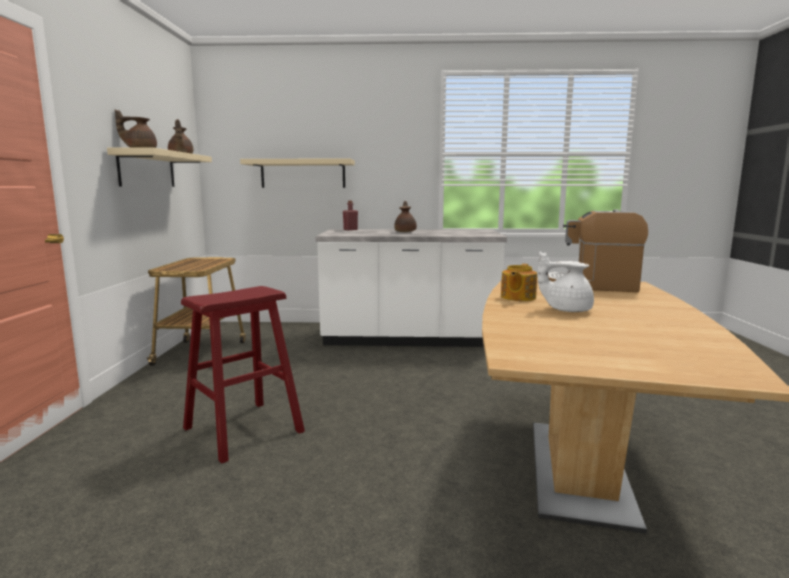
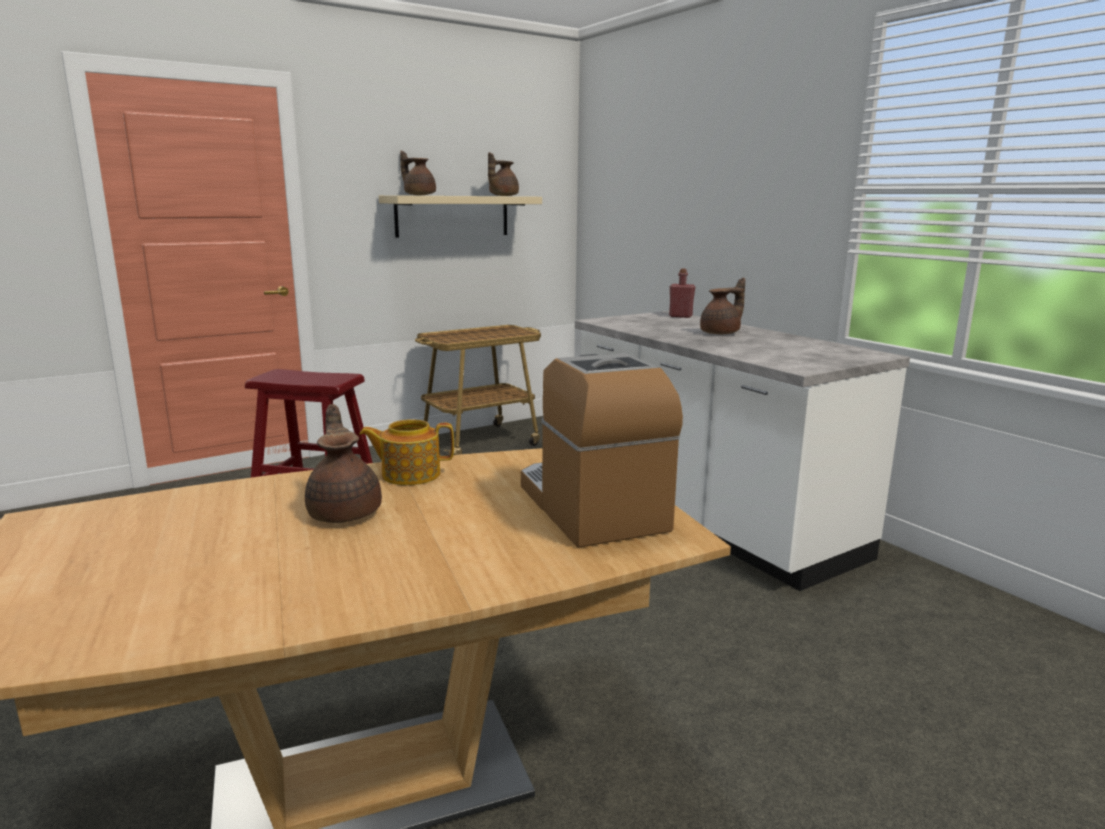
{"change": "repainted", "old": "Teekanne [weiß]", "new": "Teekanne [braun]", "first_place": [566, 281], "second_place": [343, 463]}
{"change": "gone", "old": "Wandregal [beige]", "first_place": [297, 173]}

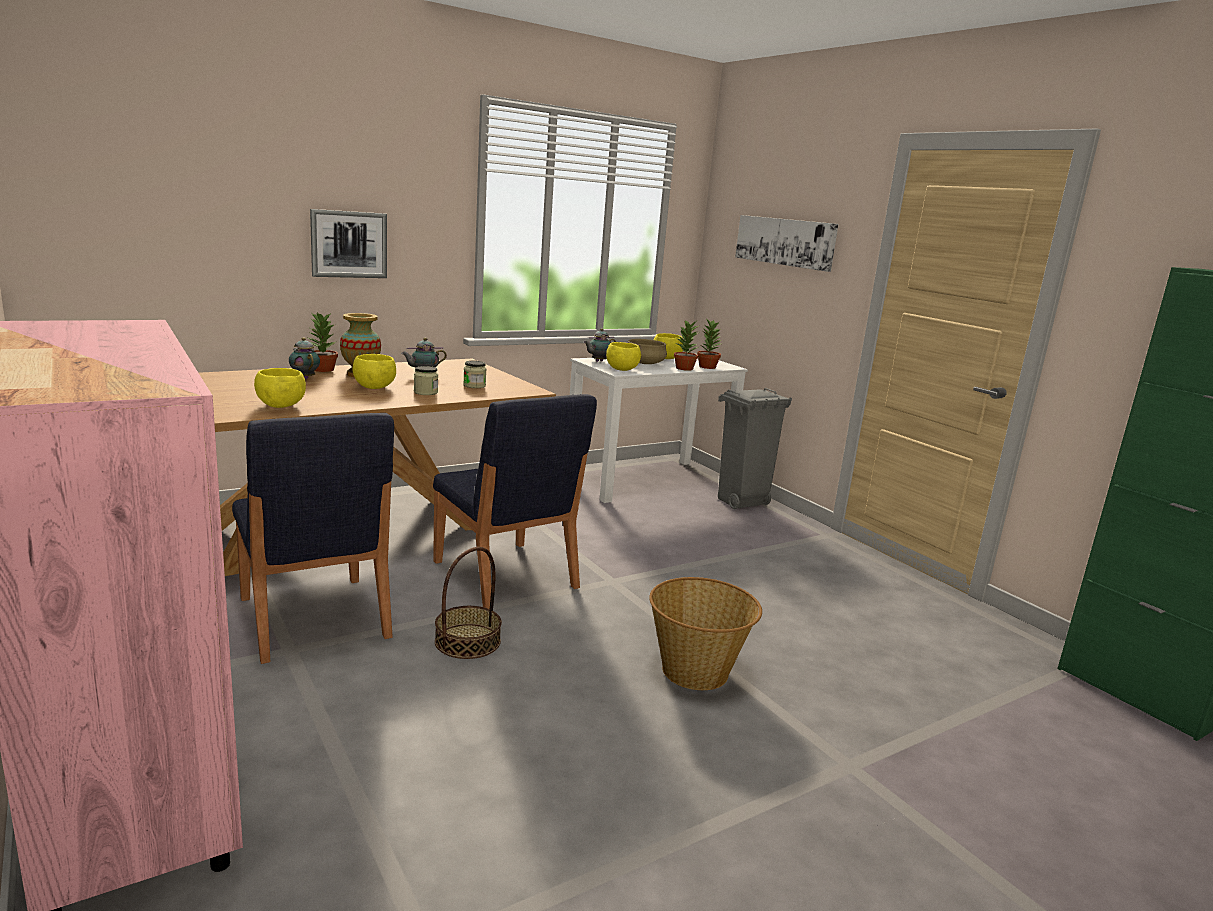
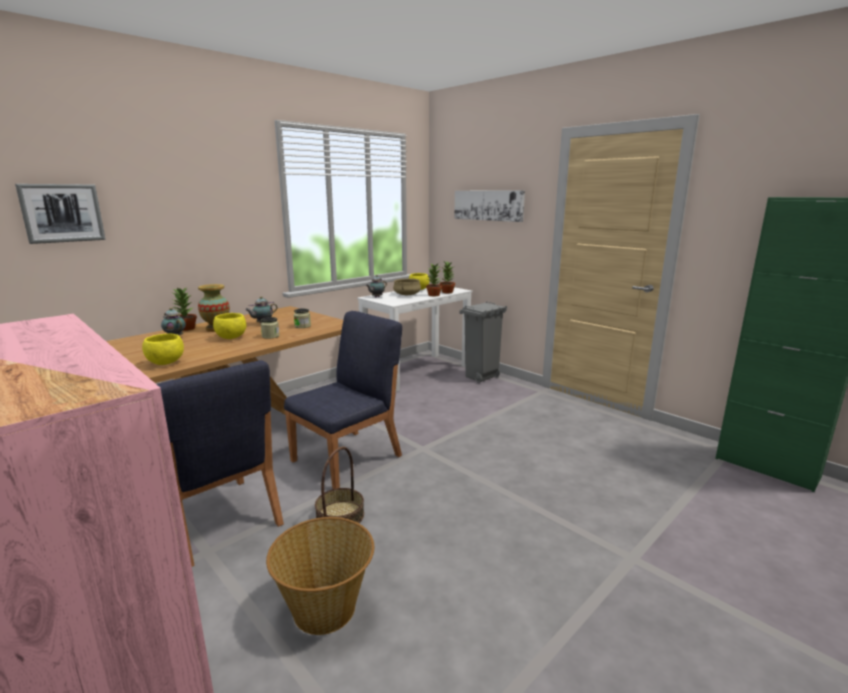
{"change": "shifted", "old": "Bild", "first_place": [348, 243], "second_place": [60, 214]}
{"change": "shifted", "old": "Korb", "first_place": [705, 633], "second_place": [320, 576]}
{"change": "rotated", "old": "Stuhl [blau]", "first_place": [515, 501], "second_place": [343, 400], "degrees": -90}
{"change": "gone", "old": "Schüssel [gelb]", "first_place": [623, 356]}

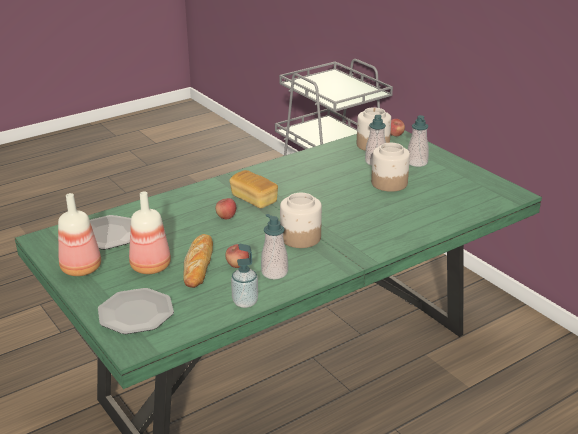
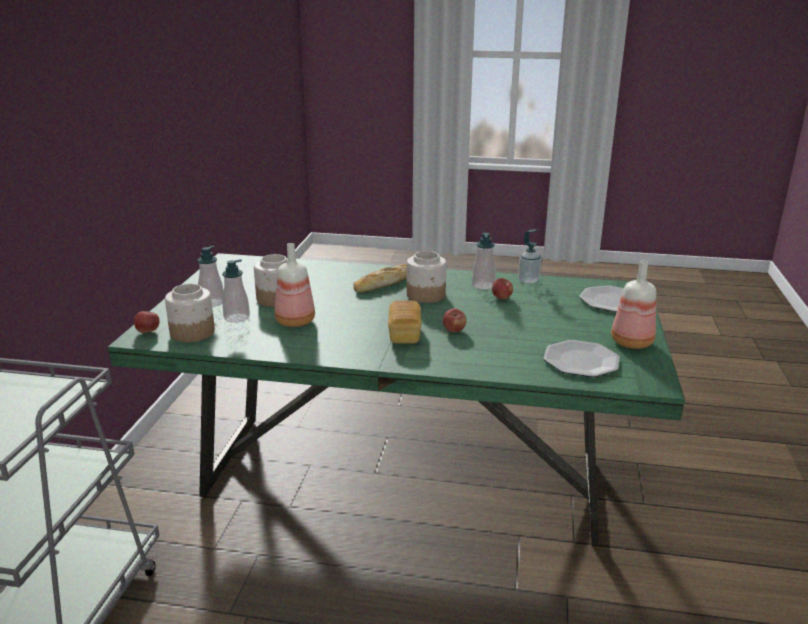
{"change": "shifted", "old": "Flasche", "first_place": [150, 233], "second_place": [295, 285]}
{"change": "shifted", "old": "Brot", "first_place": [198, 261], "second_place": [380, 278]}

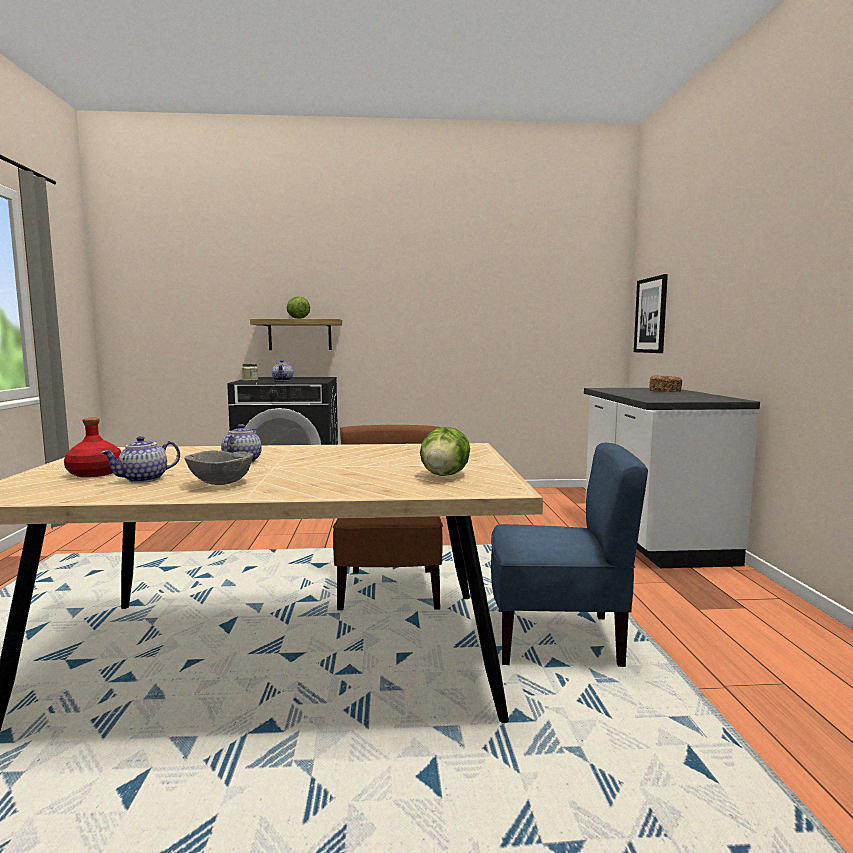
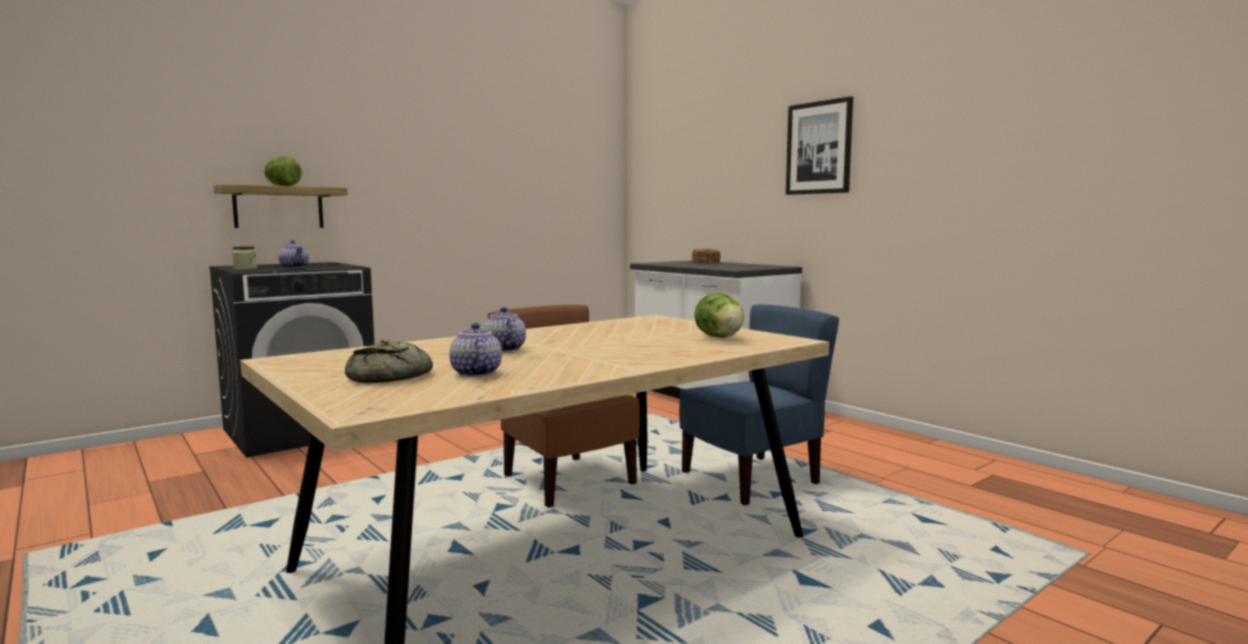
{"change": "swapped", "old": "Flasche [rot]", "new": "Brot", "first_place": [92, 447], "second_place": [389, 361]}
{"change": "rotated", "old": "Teekanne", "first_place": [140, 459], "second_place": [475, 350], "degrees": 150}
{"change": "shifted", "old": "Bild", "first_place": [651, 313], "second_place": [819, 145]}
{"change": "gone", "old": "Schüssel [grau]", "first_place": [219, 467]}

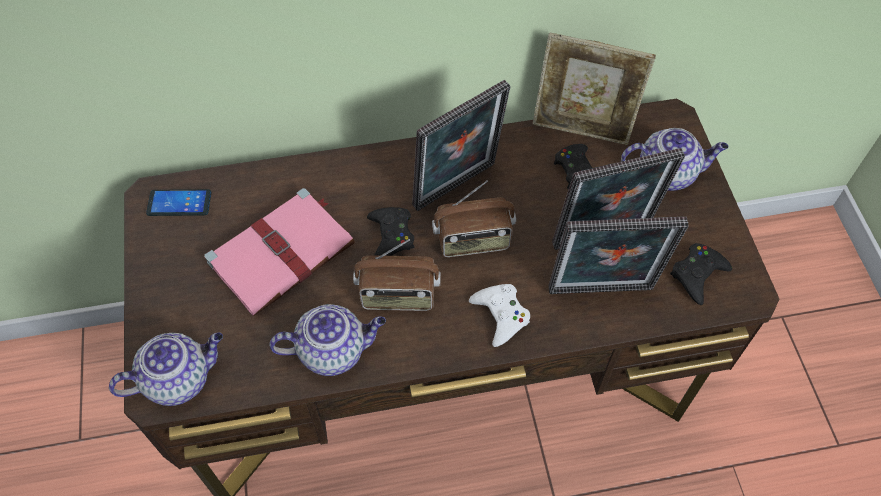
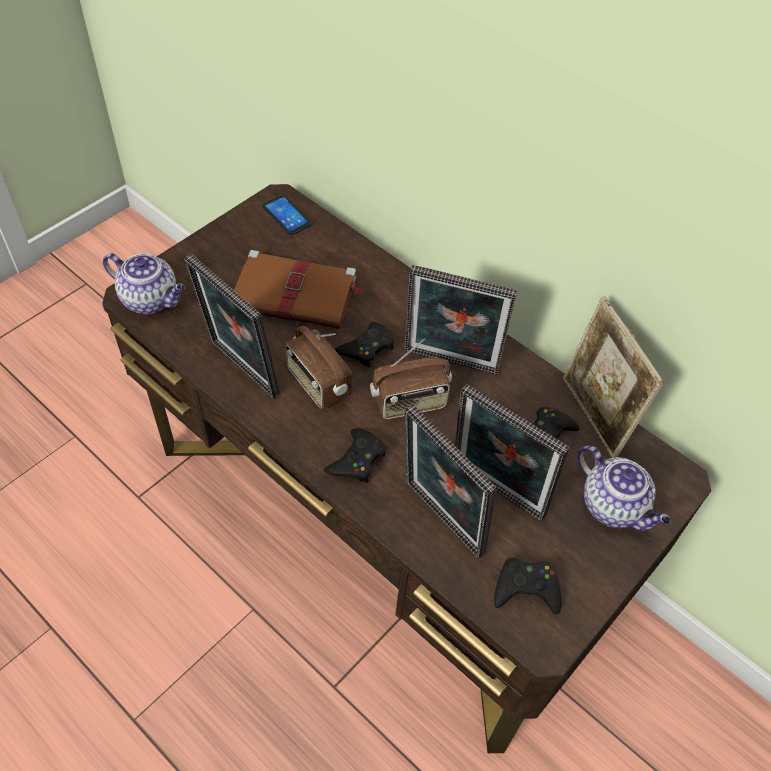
{"change": "swapped", "old": "Teekanne", "new": "Bilderrahmen", "first_place": [327, 340], "second_place": [232, 326]}
{"change": "repainted", "old": "Buch [rosa]", "new": "Buch [braun]", "first_place": [279, 252], "second_place": [298, 289]}
{"change": "repainted", "old": "Gamepad [weiß]", "new": "Gamepad [schwarz]", "first_place": [499, 315], "second_place": [355, 455]}
{"change": "rotated", "old": "Radio", "first_place": [474, 218], "second_place": [411, 379], "degrees": -60}

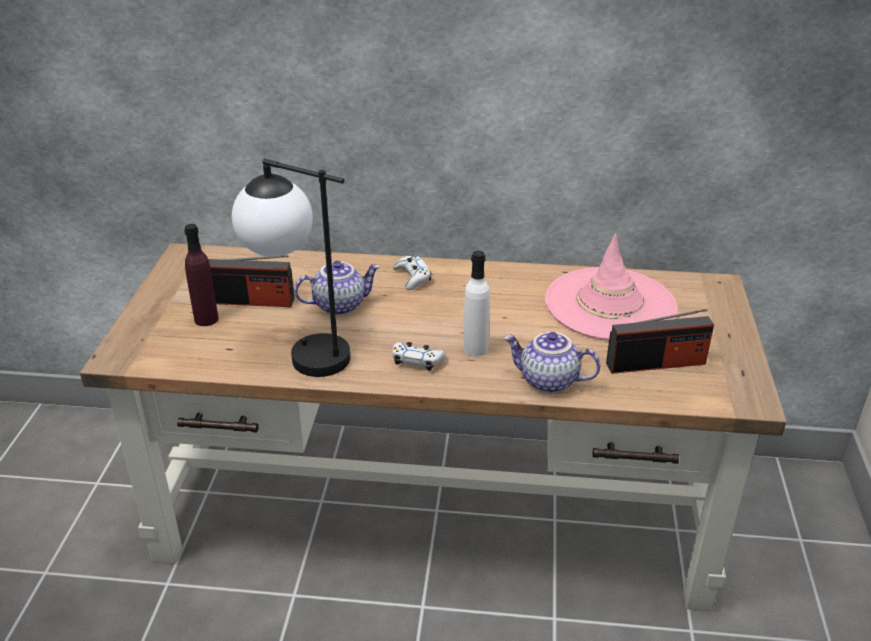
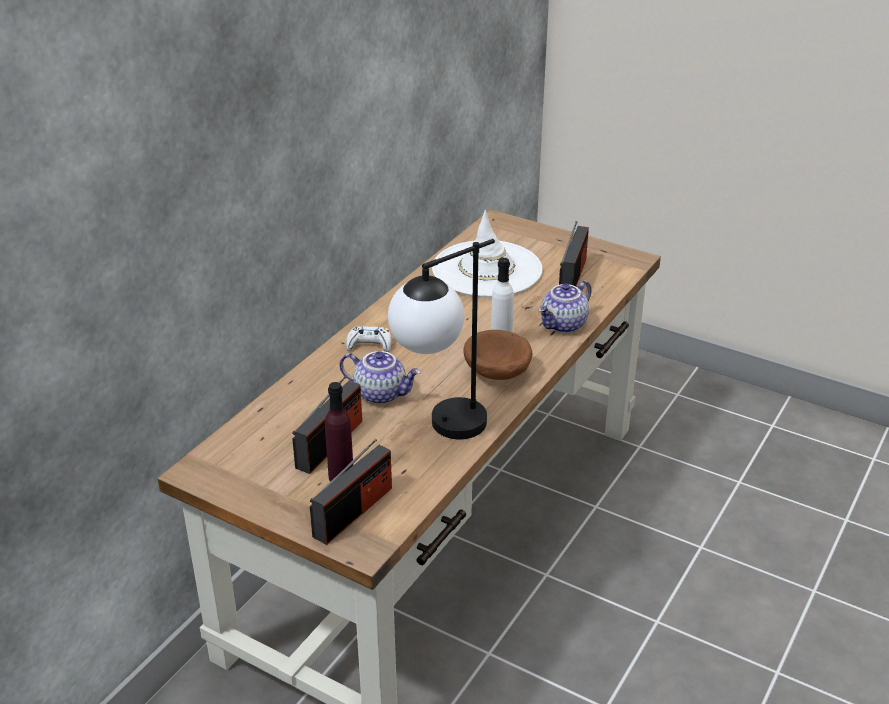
{"change": "new", "new": "Radio", "second_place": [351, 492]}
{"change": "rotated", "old": "Teekanne", "first_place": [337, 288], "second_place": [380, 377], "degrees": 105}
{"change": "repainted", "old": "Hut [rosa]", "new": "Hut [weiß]", "first_place": [611, 286], "second_place": [487, 253]}
{"change": "swapped", "old": "Gamepad [weiß]", "new": "Schüssel [braun]", "first_place": [419, 356], "second_place": [497, 355]}

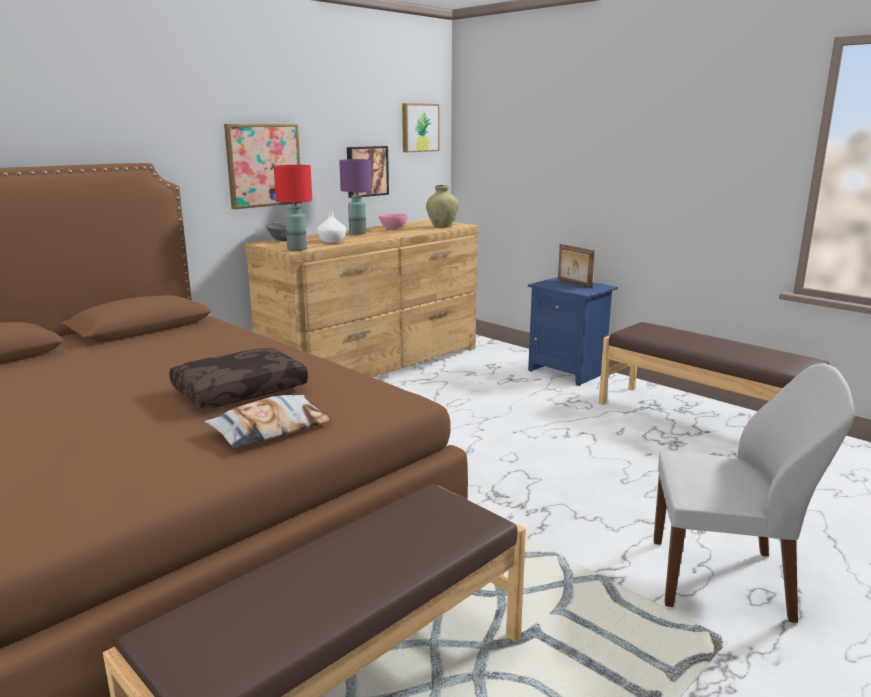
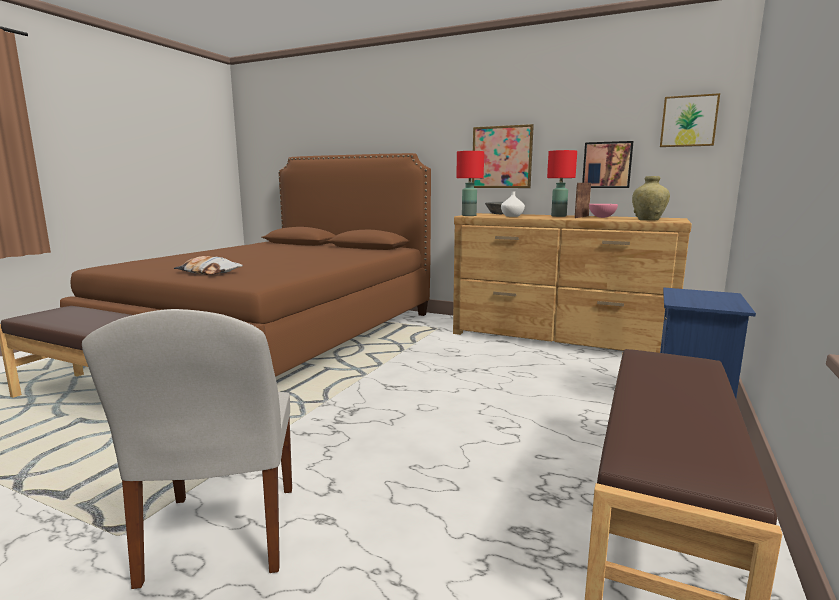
{"change": "repainted", "old": "Tischlampe [lila]", "new": "Tischlampe [rot]", "first_place": [355, 197], "second_place": [562, 183]}
{"change": "shifted", "old": "Bilderrahmen", "first_place": [576, 266], "second_place": [583, 200]}
{"change": "gone", "old": "Kissen [braun]", "first_place": [238, 378]}

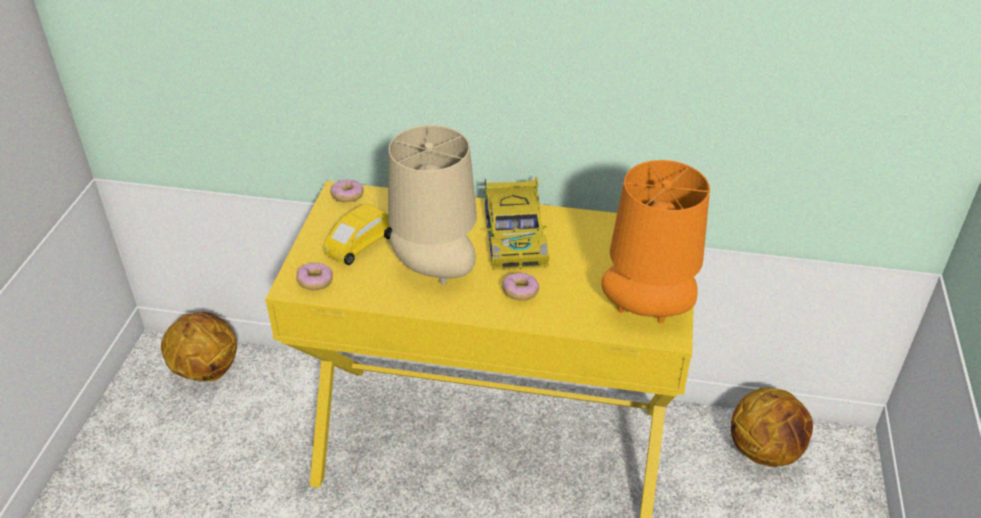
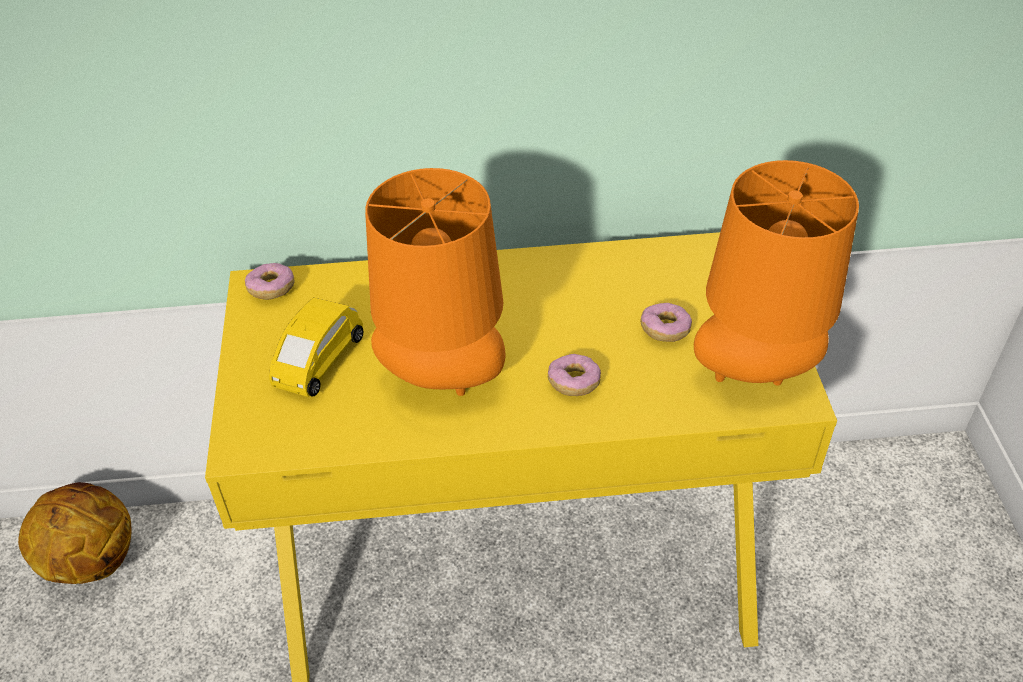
{"change": "repainted", "old": "Tischlampe [beige]", "new": "Tischlampe [orange]", "first_place": [432, 205], "second_place": [435, 282]}
{"change": "shifted", "old": "Donut", "first_place": [314, 276], "second_place": [666, 322]}
{"change": "gone", "old": "Spielzeugauto", "first_place": [517, 222]}
{"change": "gone", "old": "Basketball", "first_place": [772, 427]}

